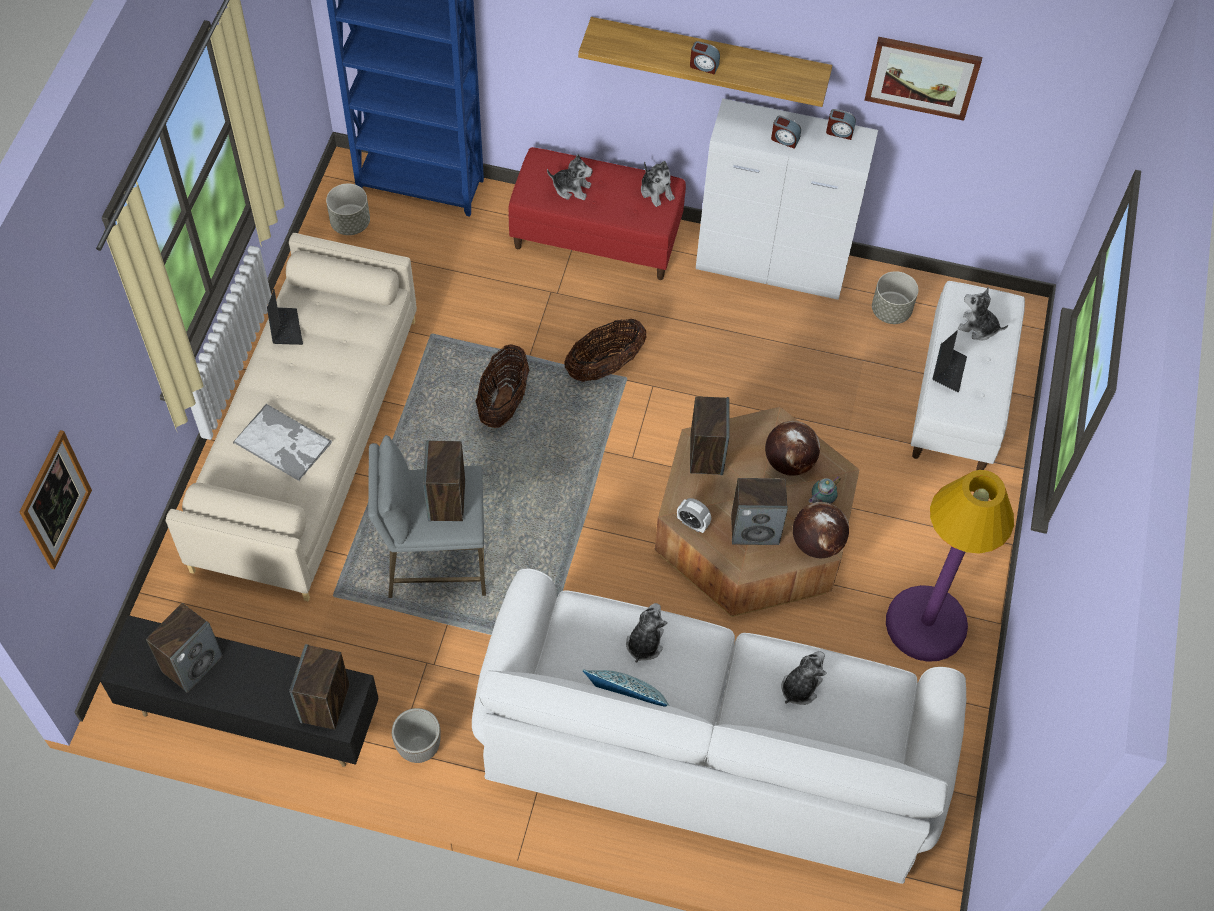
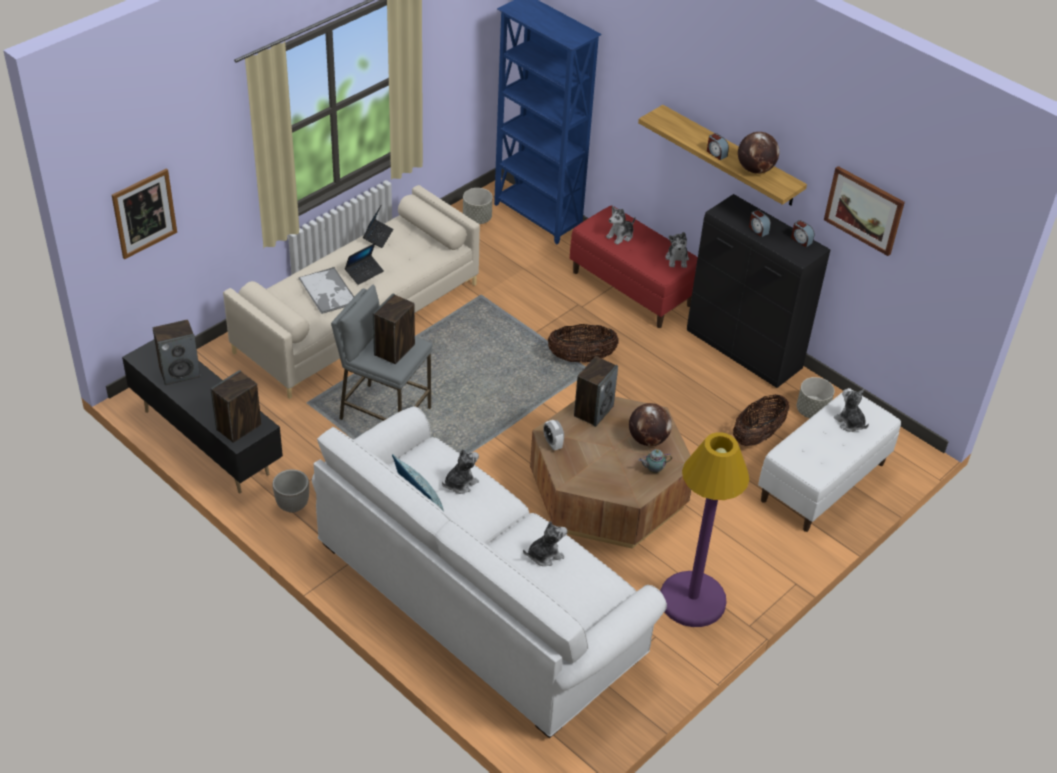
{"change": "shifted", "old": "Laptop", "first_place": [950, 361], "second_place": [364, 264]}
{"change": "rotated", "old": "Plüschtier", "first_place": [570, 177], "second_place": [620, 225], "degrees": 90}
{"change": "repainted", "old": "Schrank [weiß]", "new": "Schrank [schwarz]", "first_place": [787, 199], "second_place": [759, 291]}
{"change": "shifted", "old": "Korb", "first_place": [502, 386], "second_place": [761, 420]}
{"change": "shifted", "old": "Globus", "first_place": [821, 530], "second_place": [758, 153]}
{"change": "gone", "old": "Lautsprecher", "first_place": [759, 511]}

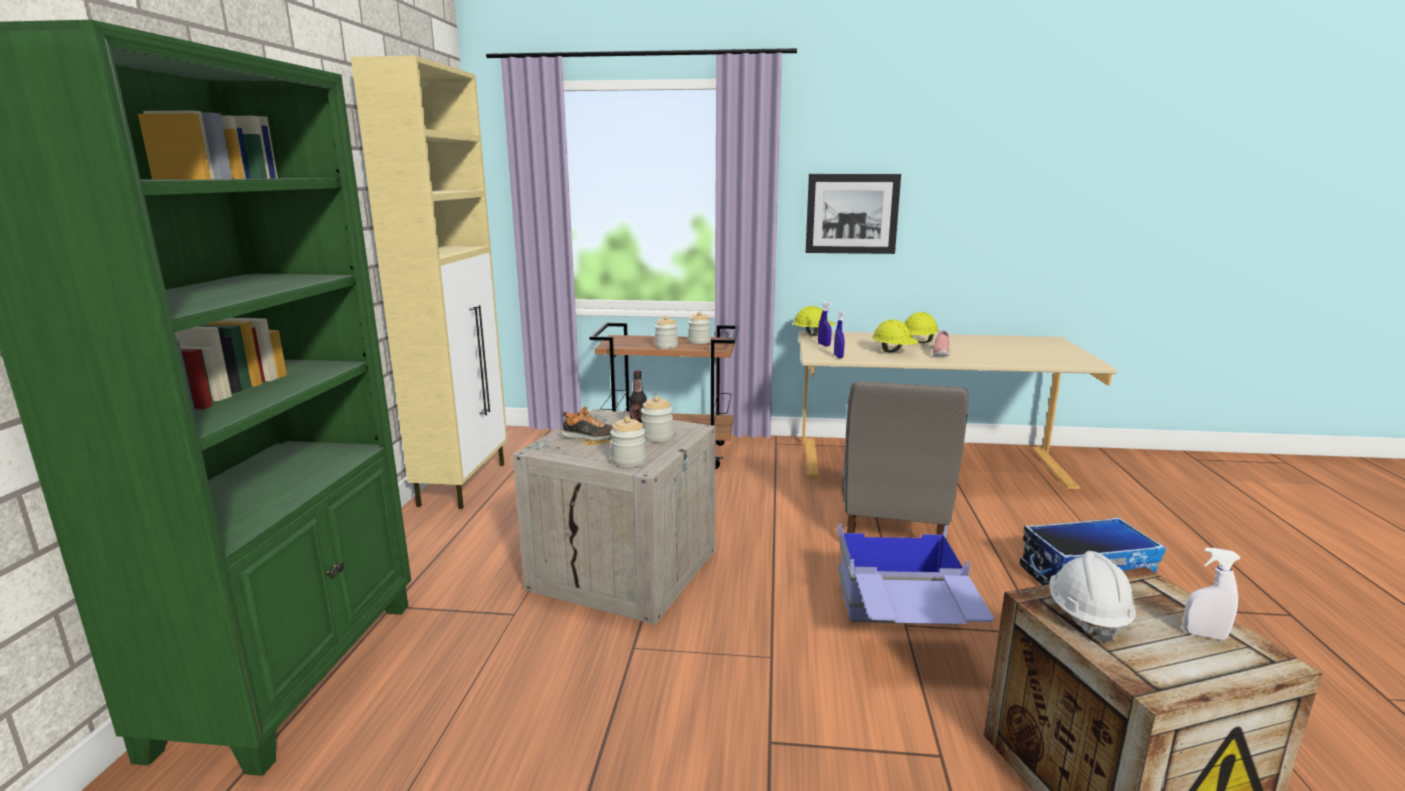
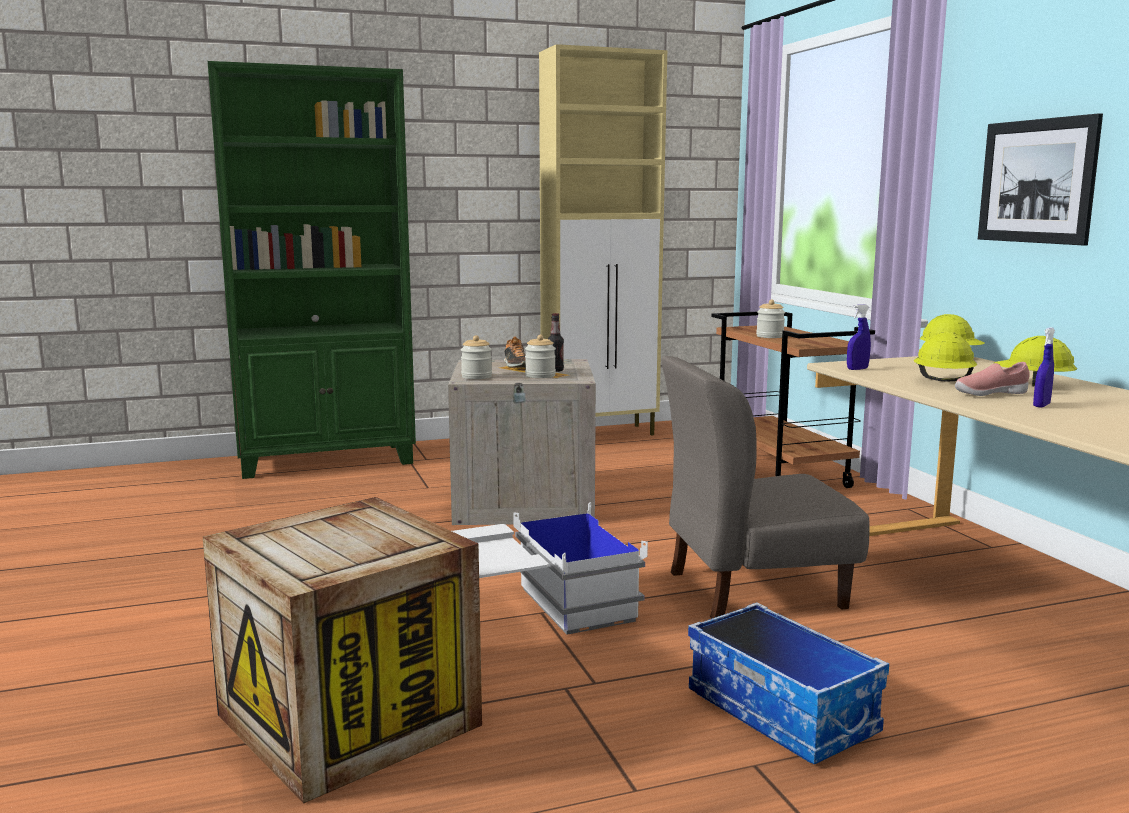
{"change": "repainted", "old": "Aufbewahrungsbox [blau]", "new": "Aufbewahrungsbox [weiß]", "first_place": [916, 573], "second_place": [550, 568]}
{"change": "shifted", "old": "Sprühflasche [blau]", "first_place": [825, 324], "second_place": [1044, 367]}
{"change": "gone", "old": "Vorratsglas", "first_place": [699, 328]}
{"change": "gone", "old": "Schutzhelm [weiß]", "first_place": [1092, 597]}
{"change": "gone", "old": "Sprühflasche [weiß]", "first_place": [1212, 593]}

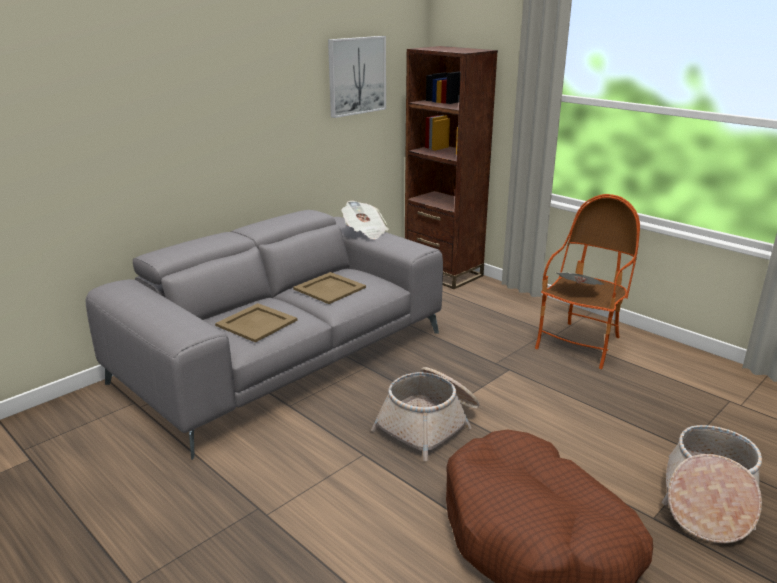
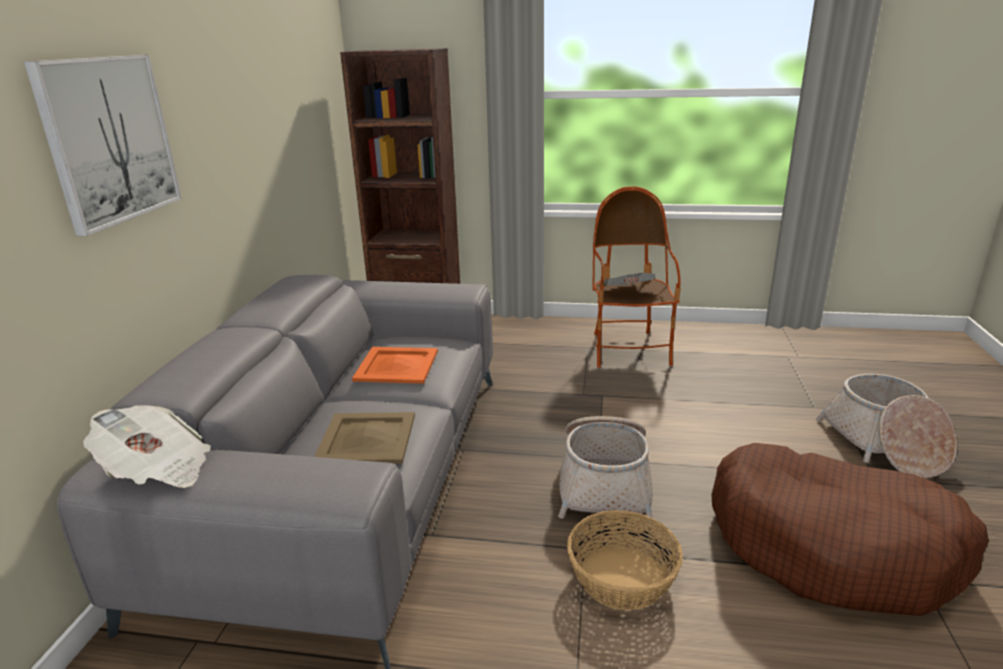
{"change": "shifted", "old": "Bild", "first_place": [357, 77], "second_place": [103, 145]}
{"change": "shifted", "old": "Zeitung", "first_place": [365, 220], "second_place": [147, 446]}
{"change": "repainted", "old": "Tablett [beige]", "new": "Tablett [orange]", "first_place": [329, 288], "second_place": [395, 365]}
{"change": "new", "new": "Korb", "second_place": [625, 560]}

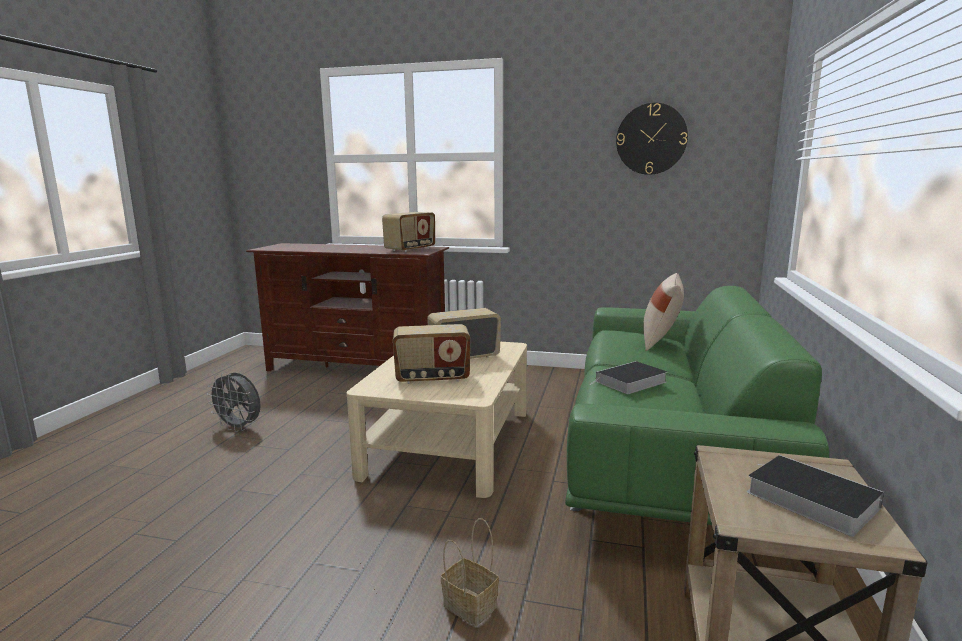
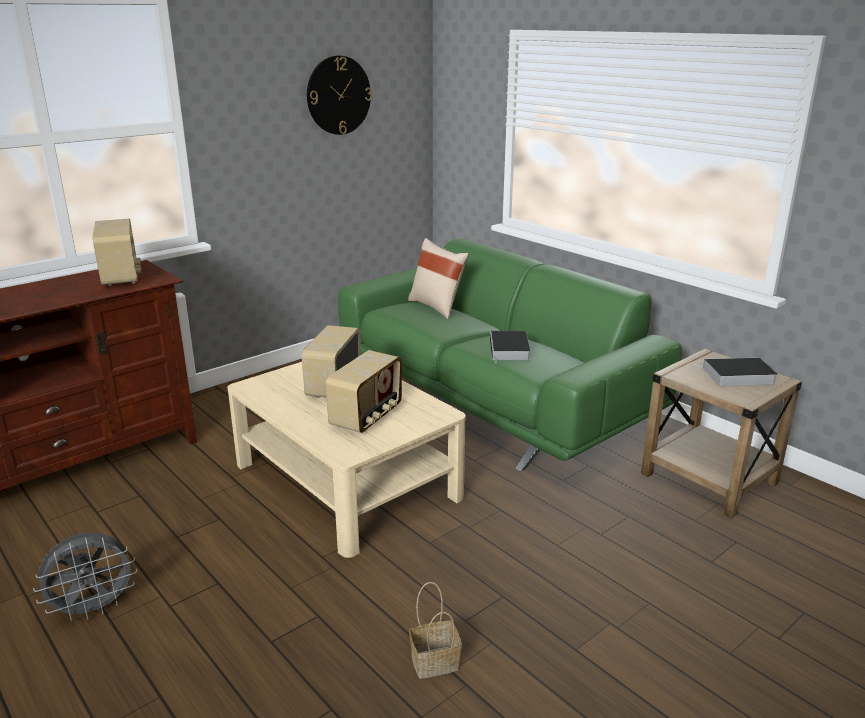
{"change": "shifted", "old": "Korb", "first_place": [470, 572], "second_place": [435, 630]}

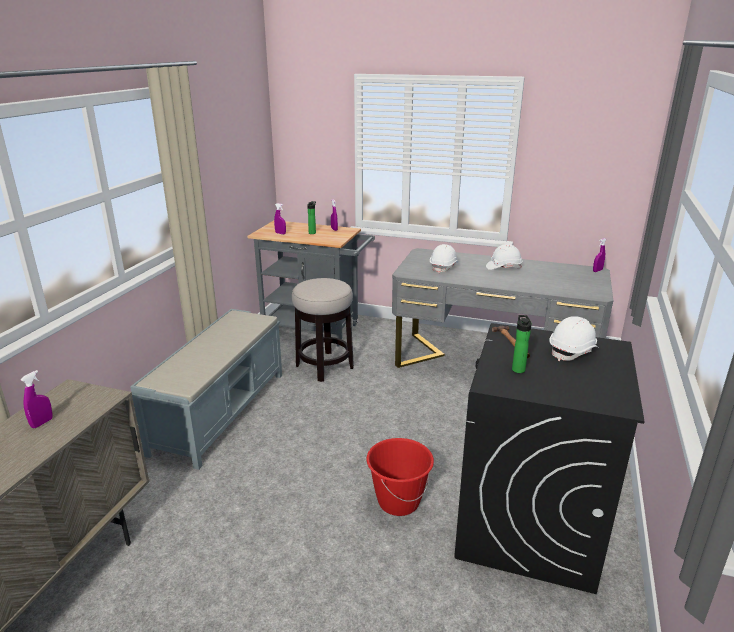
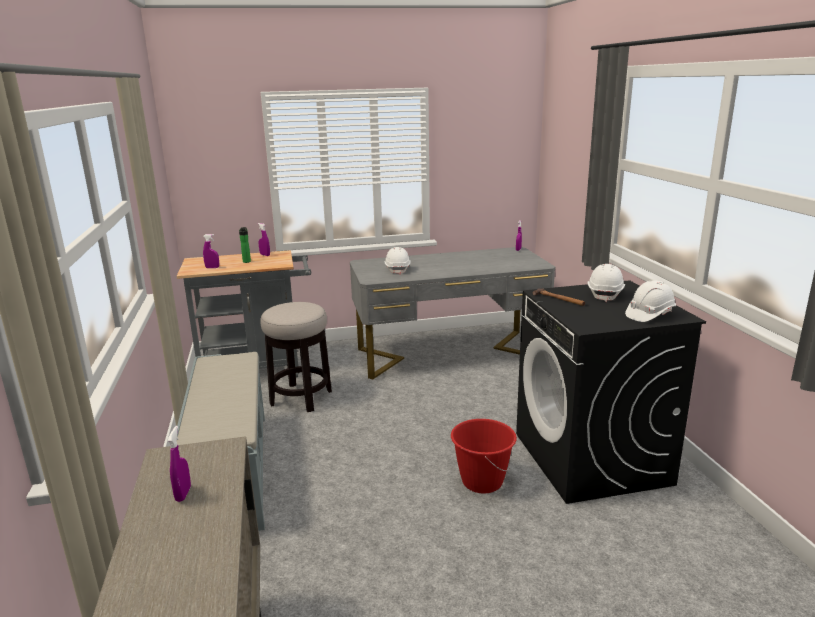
{"change": "shifted", "old": "Schutzhelm [weiß]", "first_place": [504, 257], "second_place": [650, 301]}
{"change": "gone", "old": "Flasche", "first_place": [522, 344]}

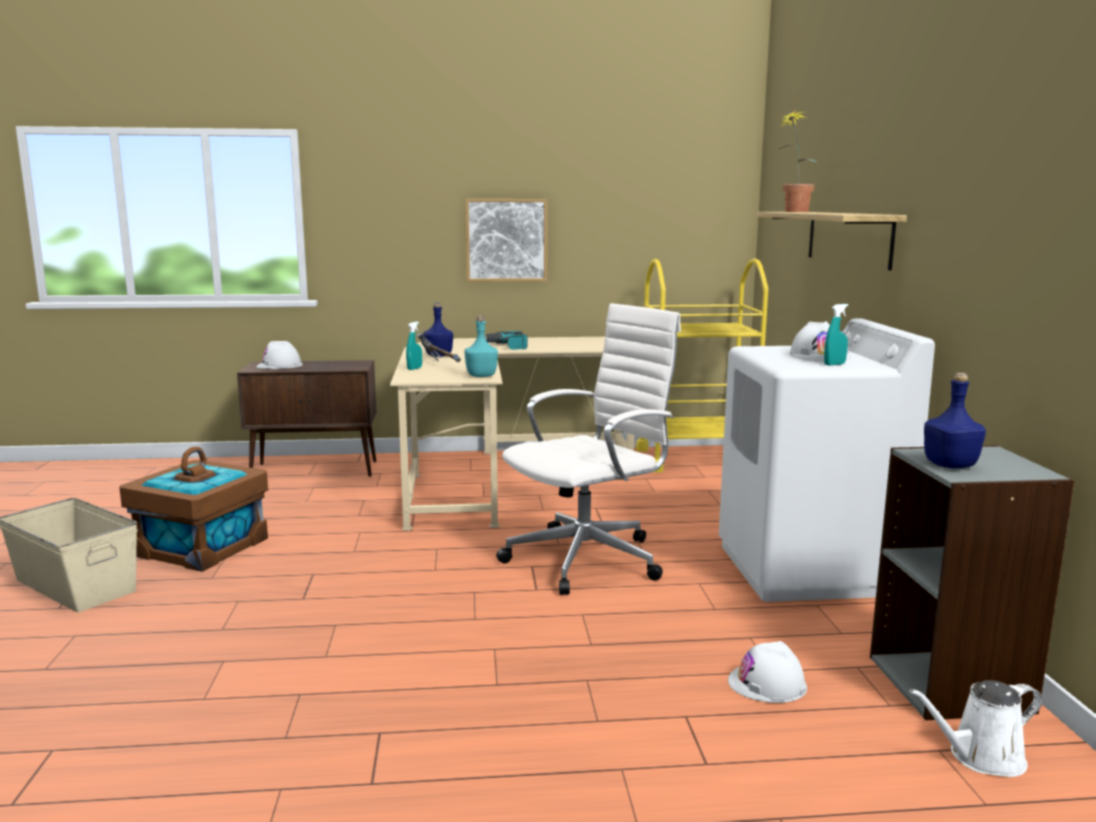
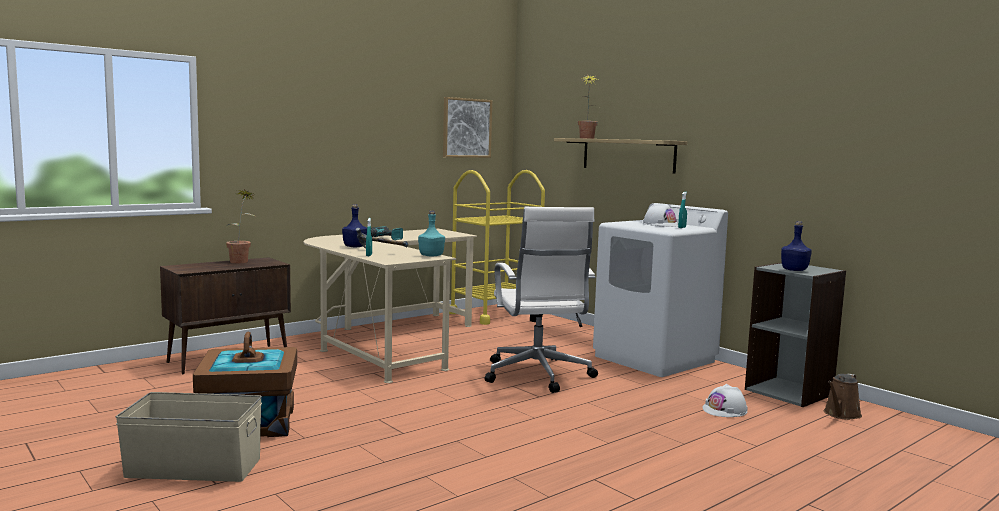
{"change": "new", "new": "Topfpflanze", "second_place": [240, 226]}
{"change": "shifted", "old": "Bild", "first_place": [506, 240], "second_place": [467, 127]}
{"change": "rotated", "old": "Bürostuhl [weiß]", "first_place": [588, 449], "second_place": [541, 300], "degrees": 150}
{"change": "repainted", "old": "Gießkanne [weiß]", "new": "Gießkanne [braun]", "first_place": [976, 728], "second_place": [843, 397]}
{"change": "gone", "old": "Schutzhelm [weiß]", "first_place": [279, 355]}

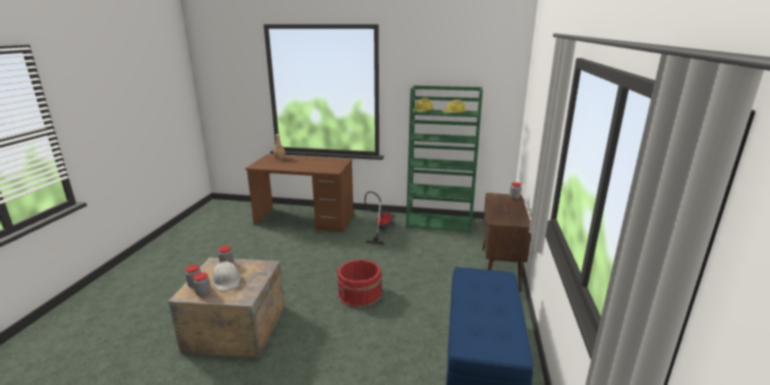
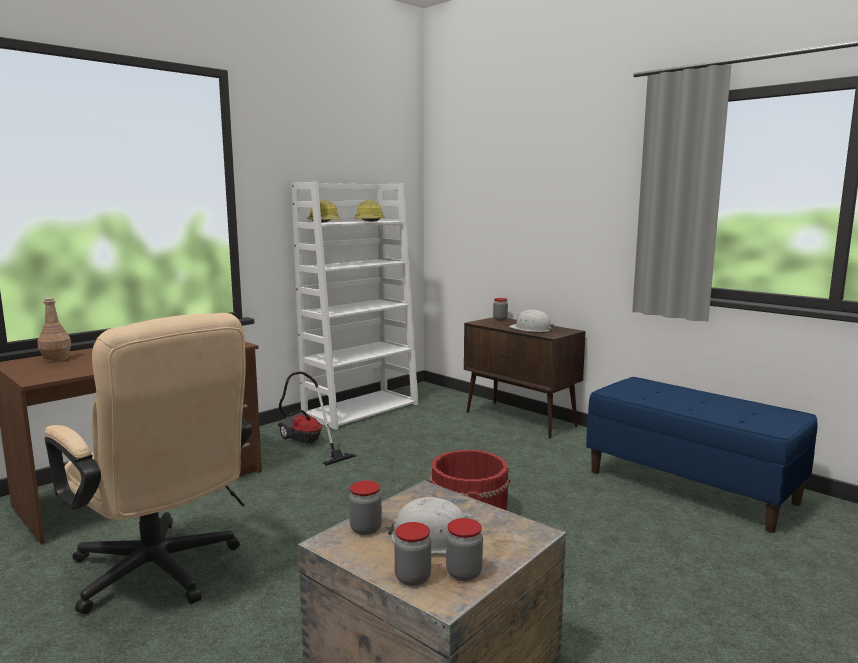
{"change": "new", "new": "Bürostuhl [beige]", "second_place": [148, 463]}
{"change": "repainted", "old": "Bücherregal [grün]", "new": "Bücherregal [weiß]", "first_place": [444, 159], "second_place": [354, 306]}
{"change": "new", "new": "Schutzhelm [weiß]", "second_place": [532, 320]}

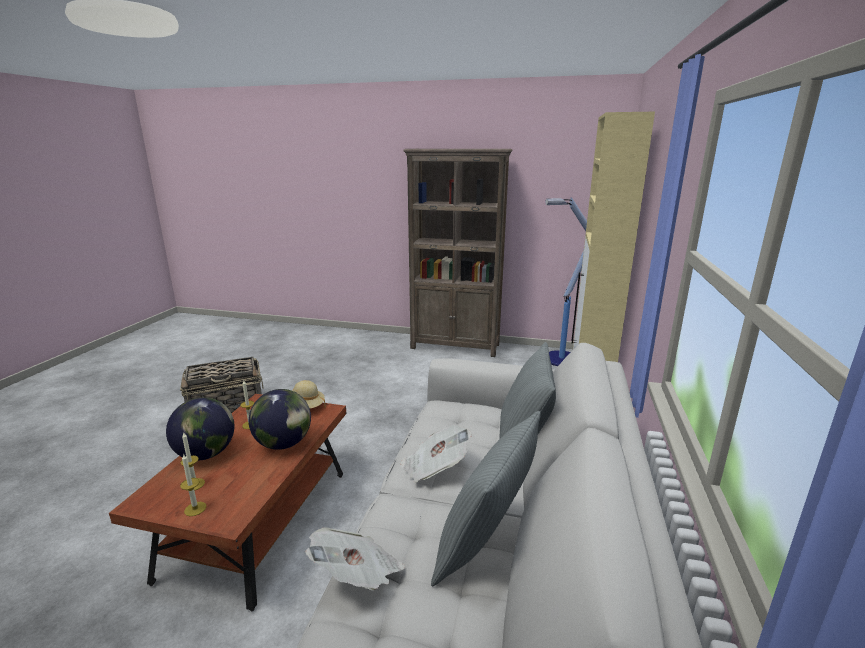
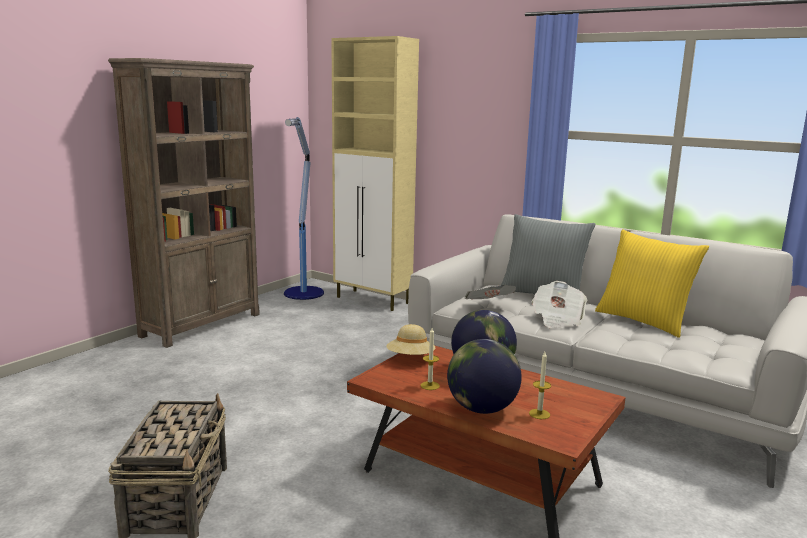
{"change": "shifted", "old": "Zeitung", "first_place": [355, 558], "second_place": [490, 292]}
{"change": "repainted", "old": "Kissen [grau]", "new": "Kissen [gelb]", "first_place": [486, 499], "second_place": [652, 284]}
{"change": "gone", "old": "Kerze", "first_place": [193, 484]}

